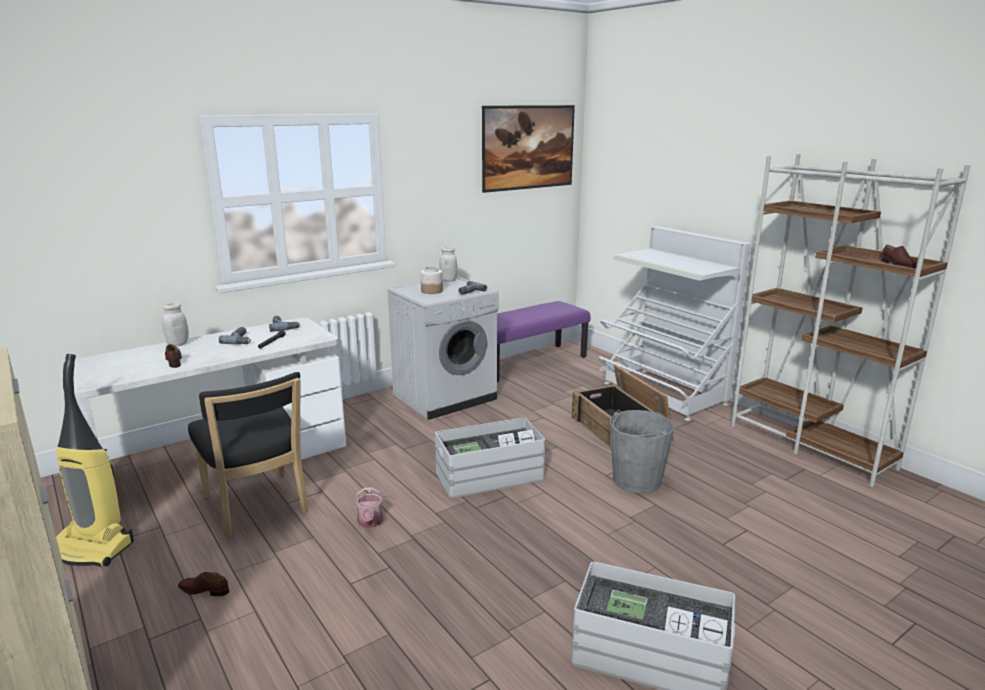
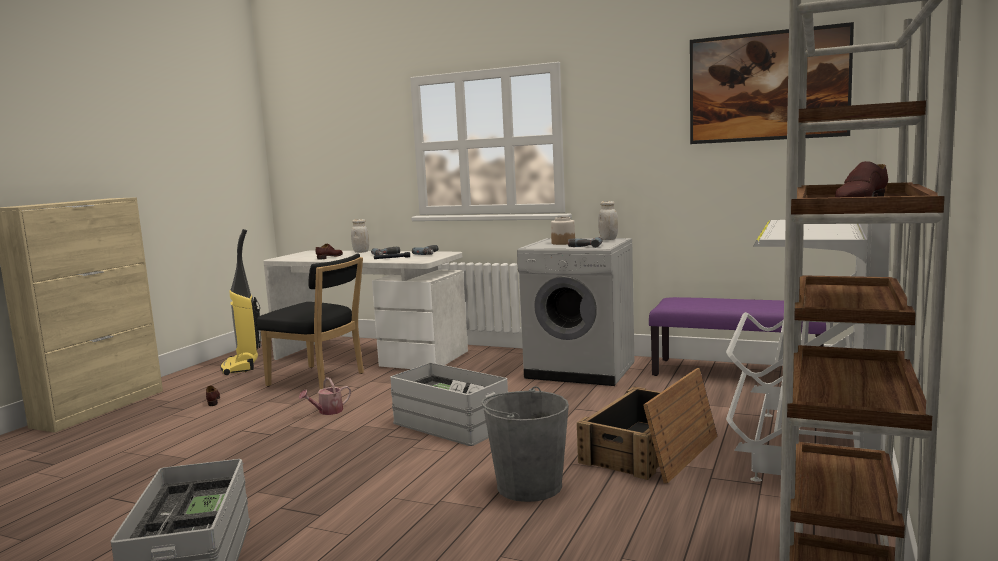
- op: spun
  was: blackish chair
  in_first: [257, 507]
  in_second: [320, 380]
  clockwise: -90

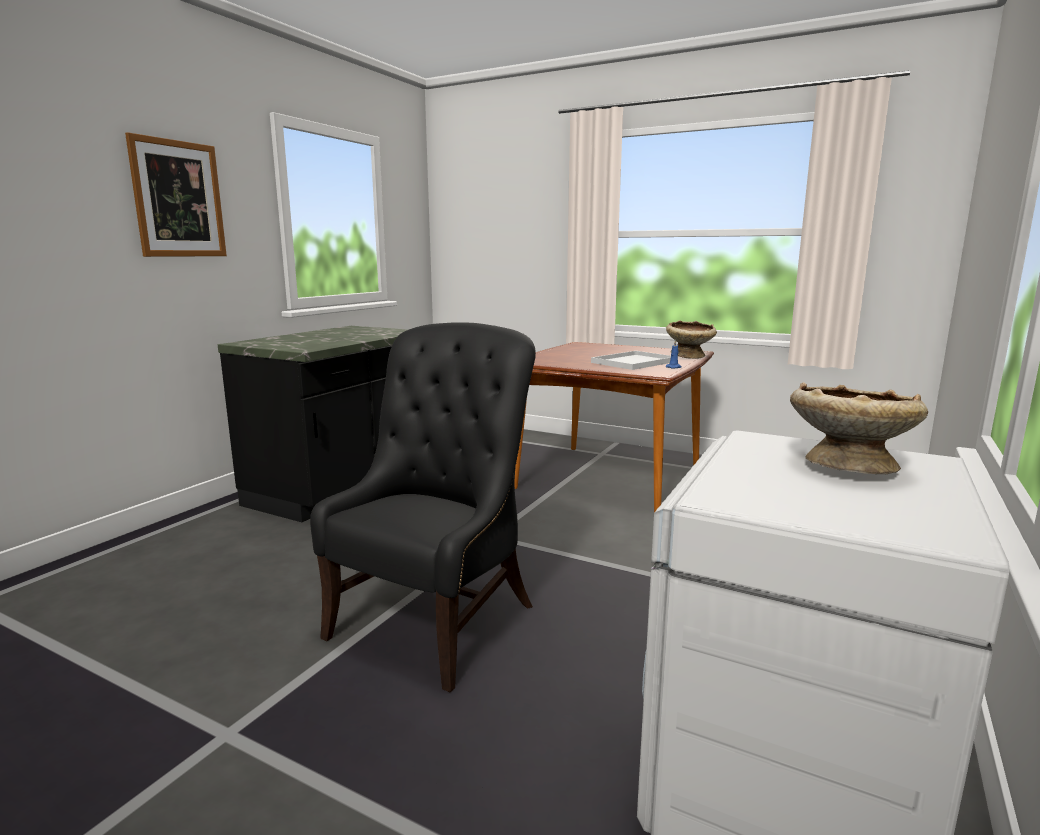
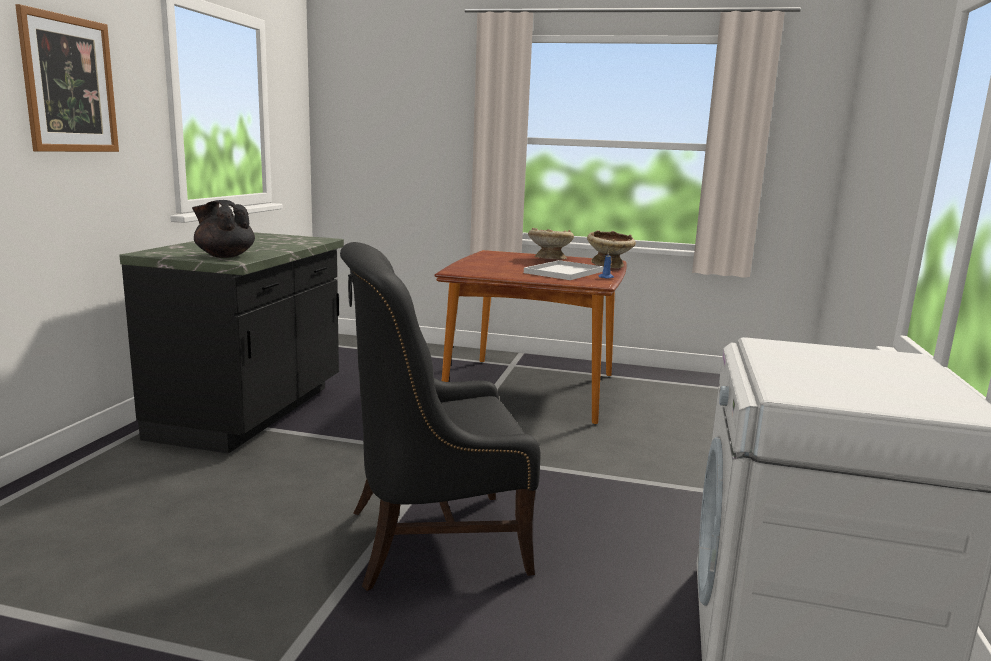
- op: spun
  was: blackish chair
  in_first: [436, 620]
  in_second: [433, 539]
  clockwise: -120
- op: relocated
  was: beige deep dish
  in_first: [846, 467]
  in_second: [549, 259]
- op: appeared
  now: blackish teapot
  in_second: [224, 256]

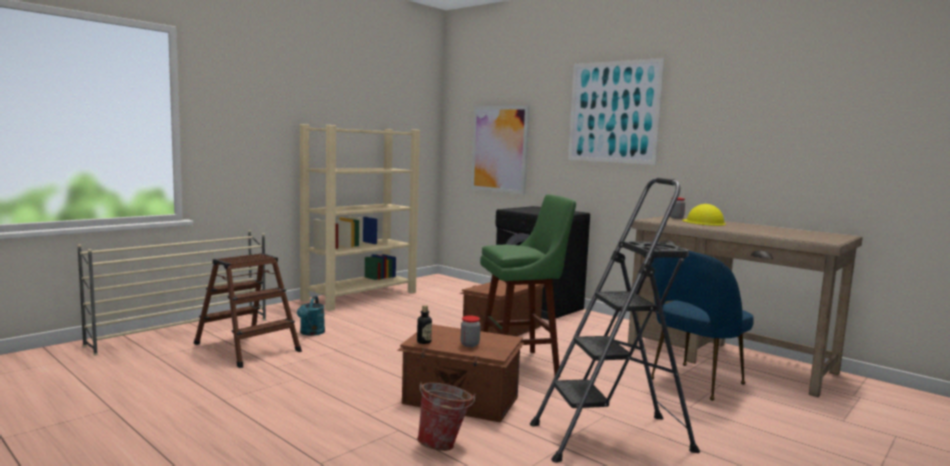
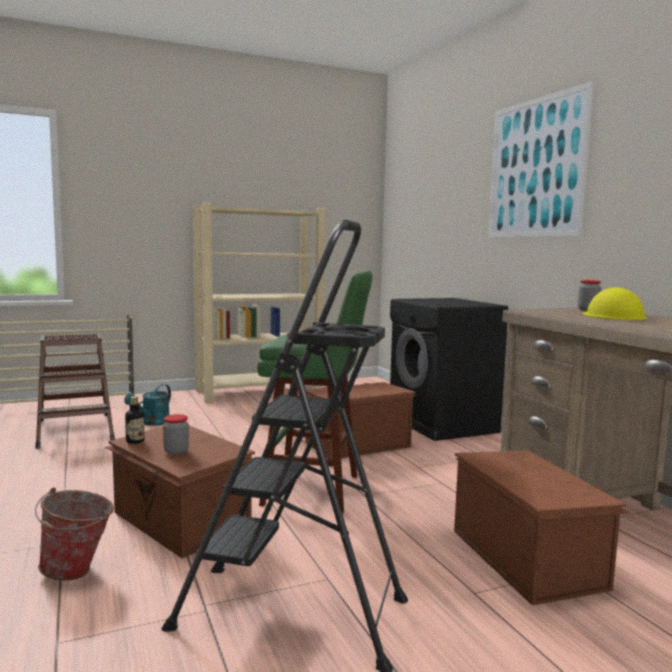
- op: missing
  was: picture
  in_first: [500, 149]
- op: exchanged
  was: blue chair
  now: brown storage container
  in_first: [692, 383]
  in_second: [527, 557]

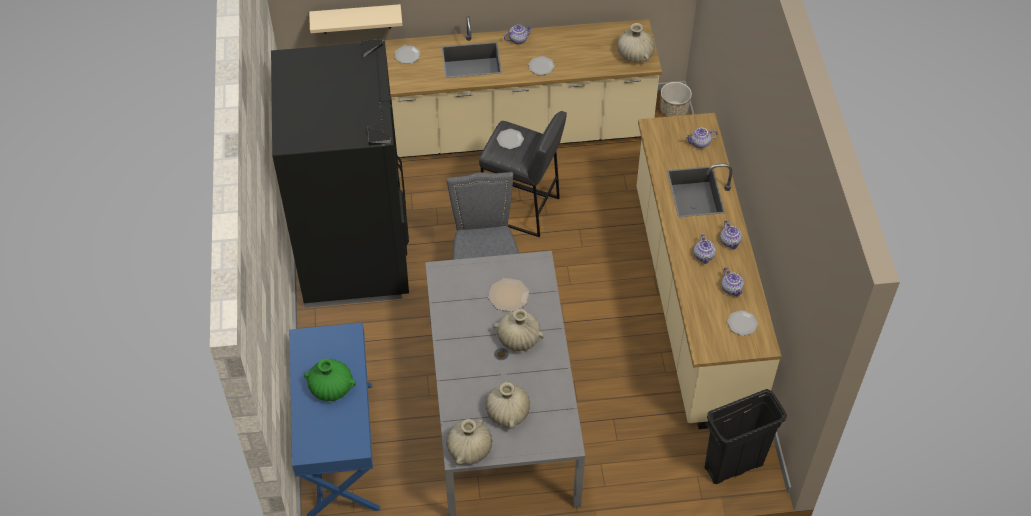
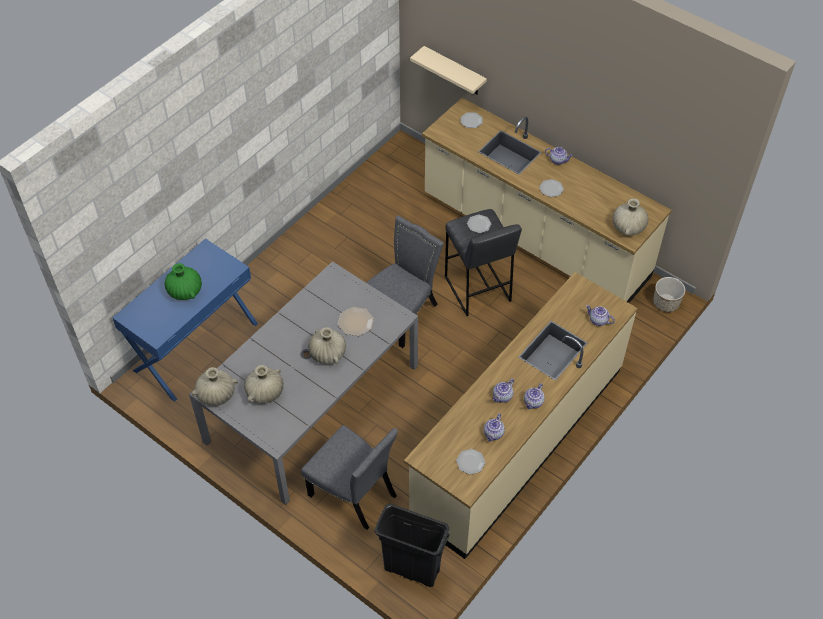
- op: missing
  was: blackish kitchen fridge
  in_first: [355, 251]
- op: appeared
  now: greyish chair
  in_second: [352, 492]

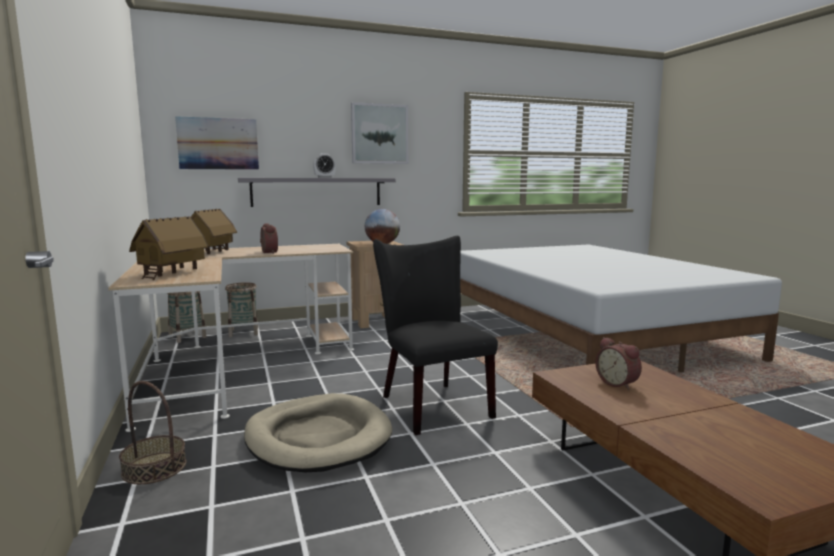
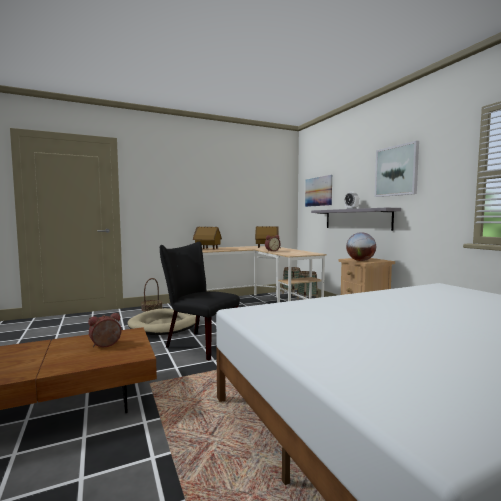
- op: spun
  was: blackish chair
  in_first: [431, 404]
  in_second: [198, 344]
  clockwise: -120

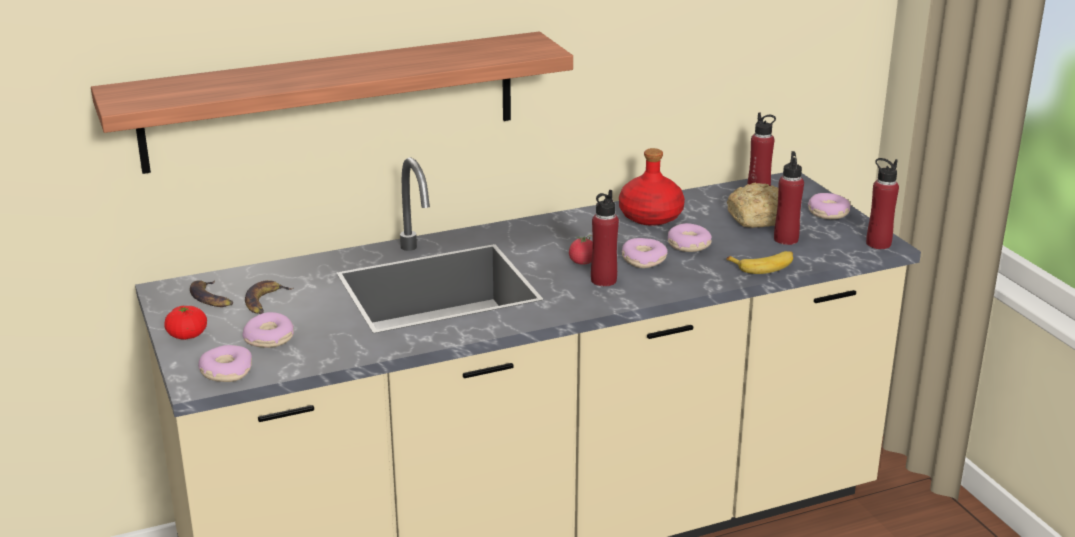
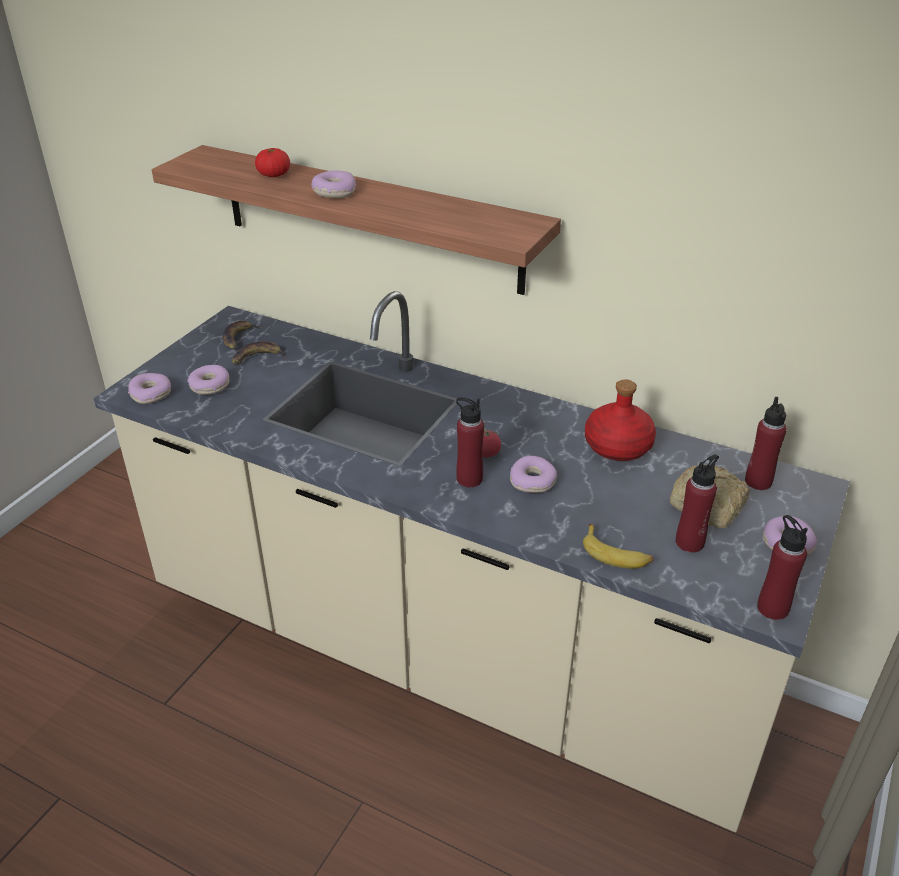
- op: relocated
  was: tomato
  in_first: [187, 335]
  in_second: [274, 175]
- op: relocated
  was: donut
  in_first: [688, 245]
  in_second: [334, 192]

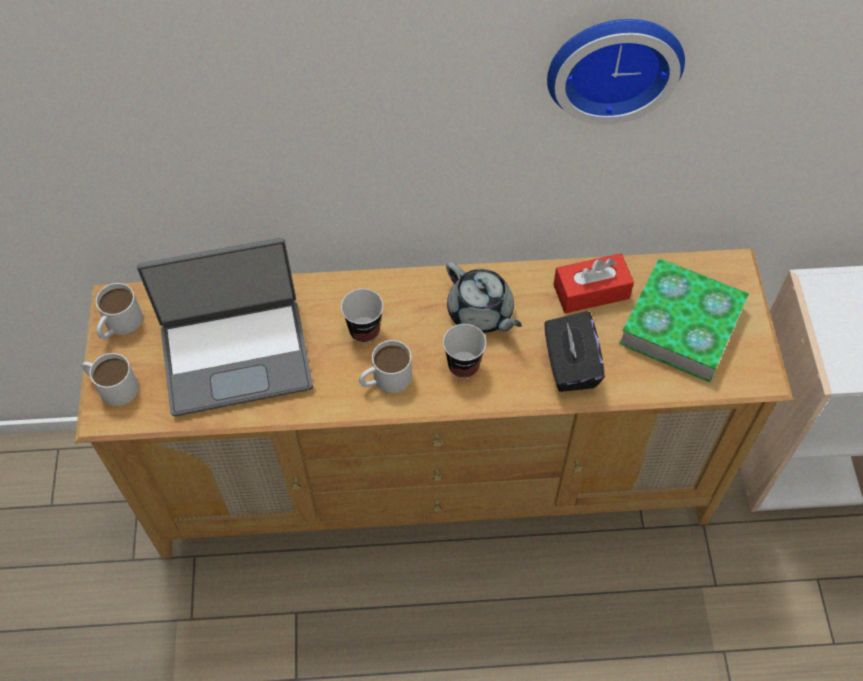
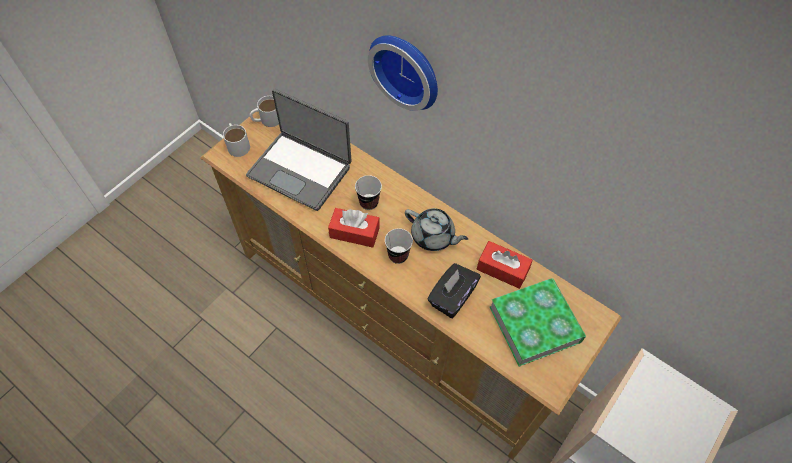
- op: exchanged
  was: whitish tea mug
  now: red tissue holder
  in_first: [385, 379]
  in_second: [354, 232]
- op: spun
  was: greyish teapot
  in_first: [481, 313]
  in_second: [433, 236]
  clockwise: -60
- op: relocated
  was: hanging clock
  in_first: [613, 63]
  in_second: [407, 69]

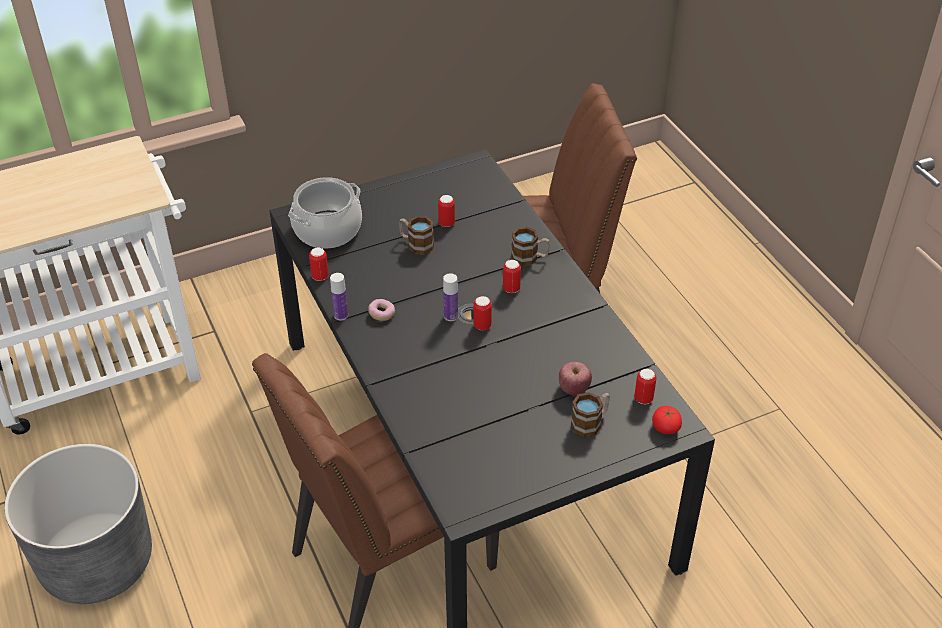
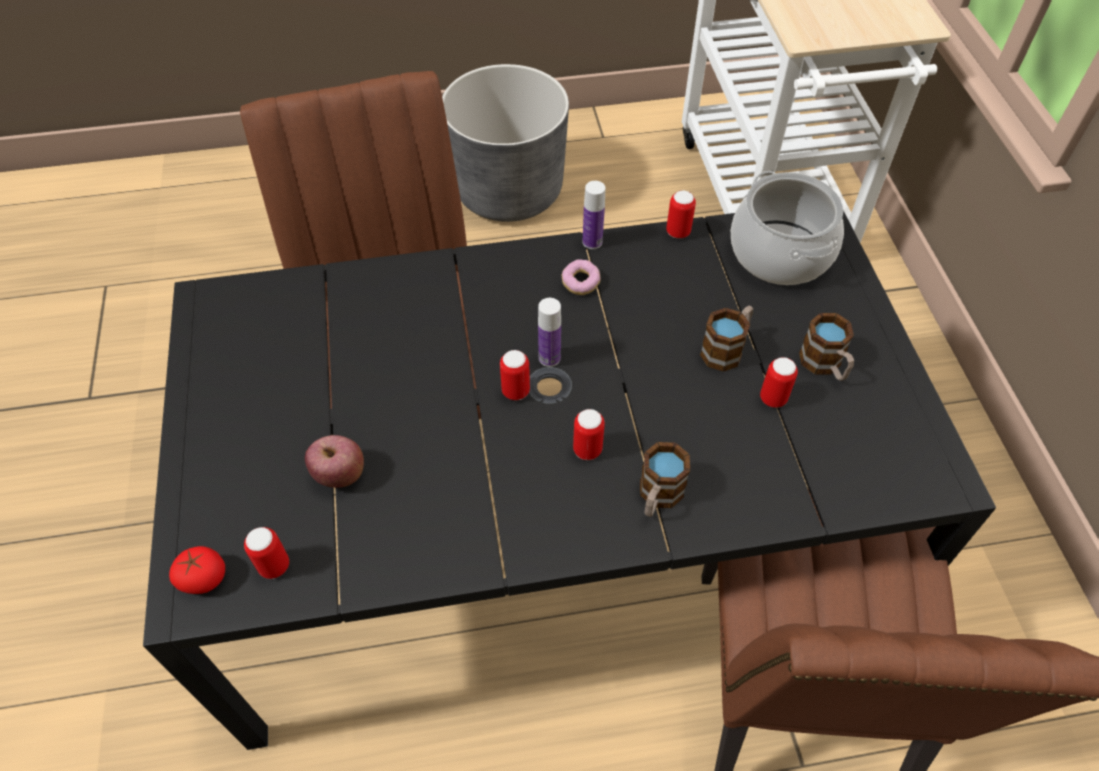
- op: relocated
  was: tea mug
  in_first: [590, 422]
  in_second: [825, 365]

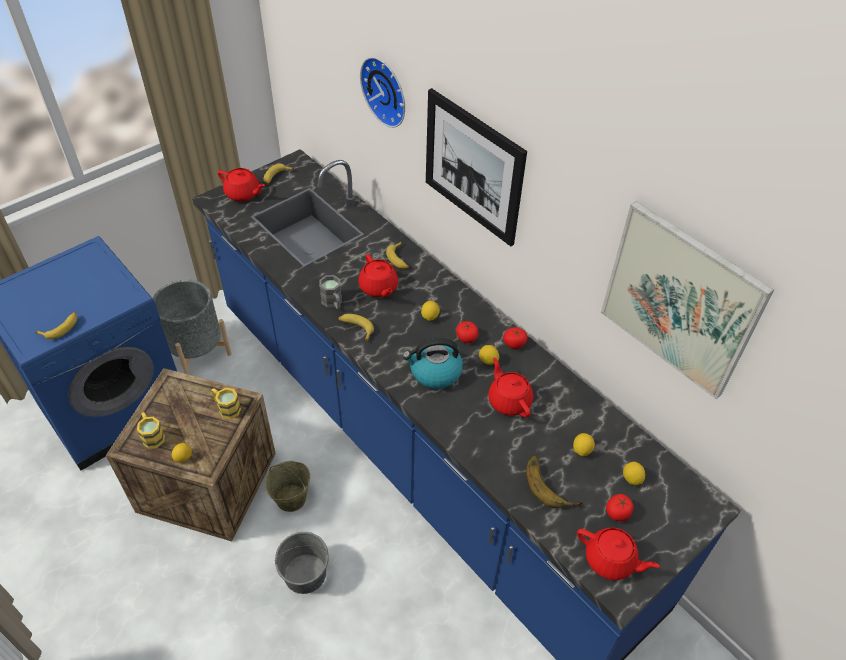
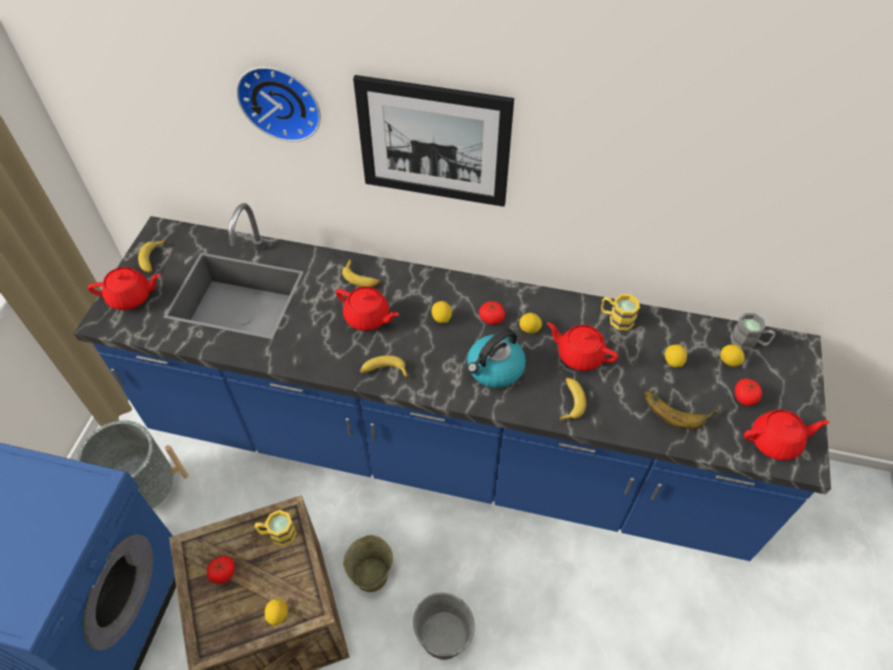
- op: relocated
  was: banana fruit
  in_first: [61, 328]
  in_second: [570, 401]
- op: relocated
  was: yellow tea mug
  in_first: [152, 435]
  in_second: [616, 319]
- op: relocated
  was: greyish tea mug
  in_first: [333, 303]
  in_second: [748, 342]
- op: relocated
  was: tomato
  in_first: [514, 343]
  in_second: [223, 573]
- op: missing
  was: picture
  in_first: [679, 300]

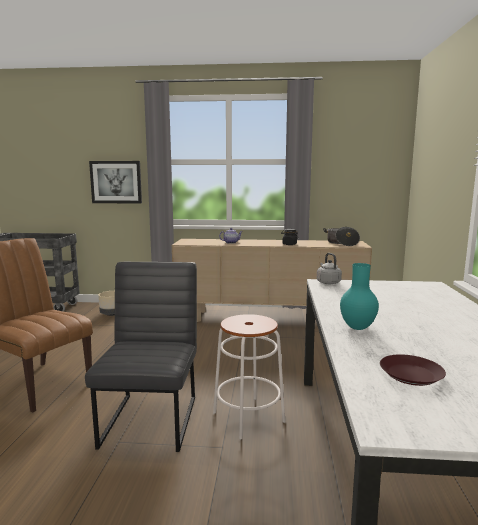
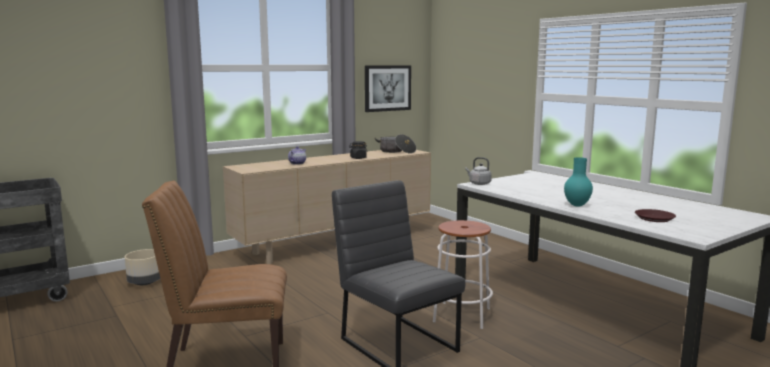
- op: relocated
  was: picture
  in_first: [116, 182]
  in_second: [387, 88]

